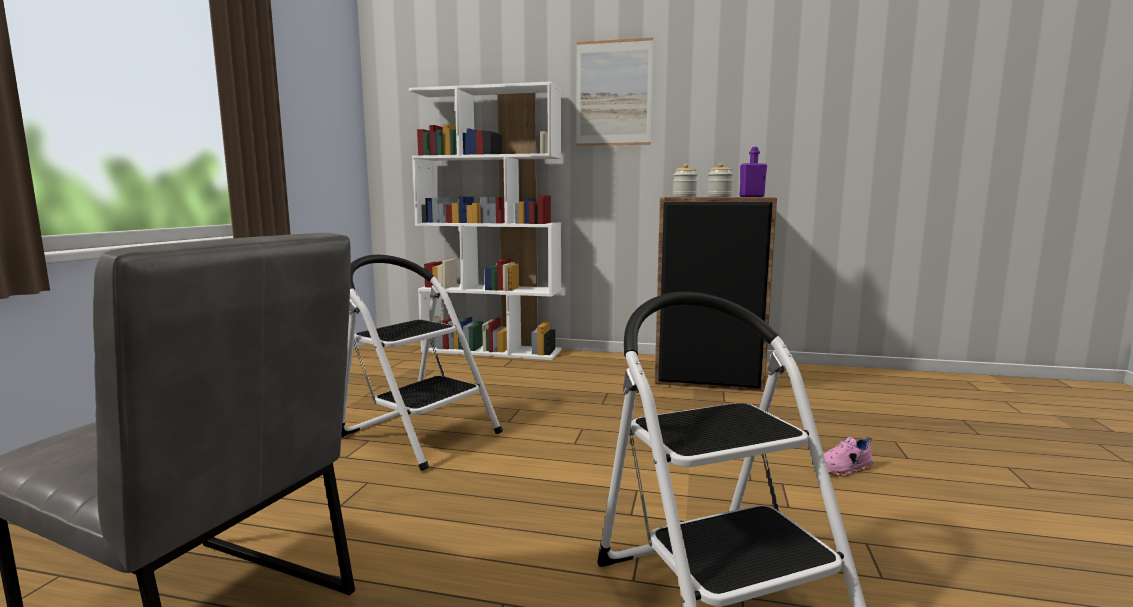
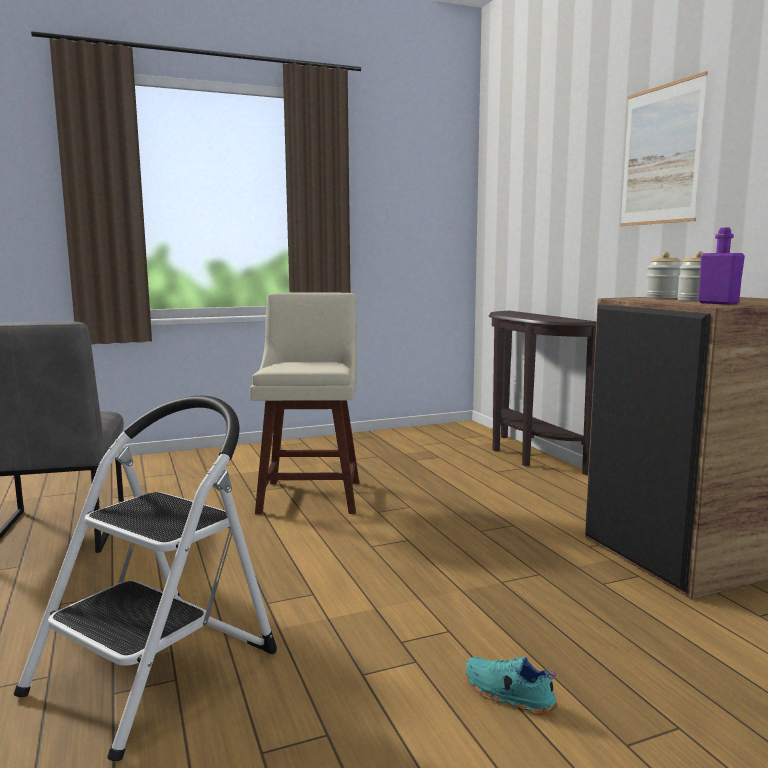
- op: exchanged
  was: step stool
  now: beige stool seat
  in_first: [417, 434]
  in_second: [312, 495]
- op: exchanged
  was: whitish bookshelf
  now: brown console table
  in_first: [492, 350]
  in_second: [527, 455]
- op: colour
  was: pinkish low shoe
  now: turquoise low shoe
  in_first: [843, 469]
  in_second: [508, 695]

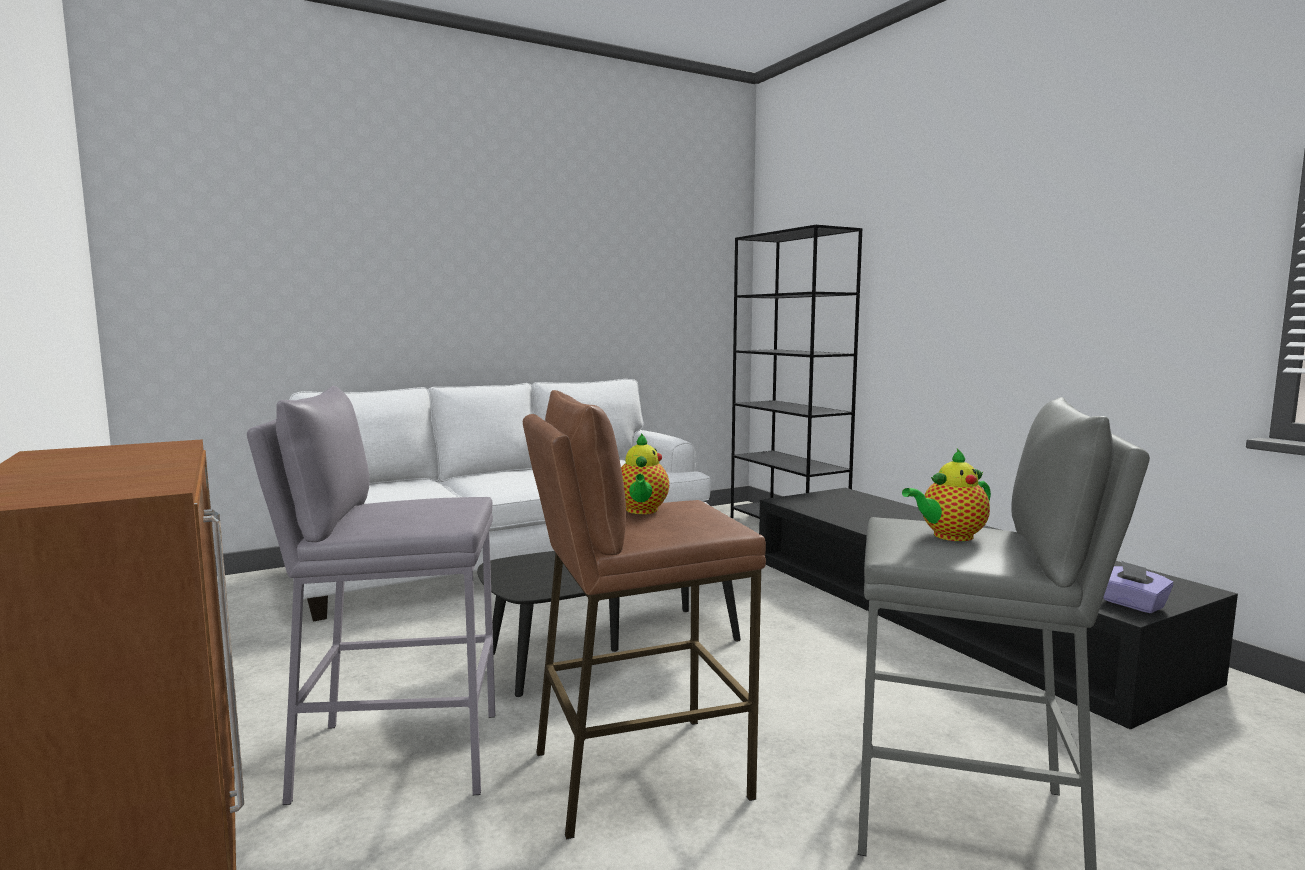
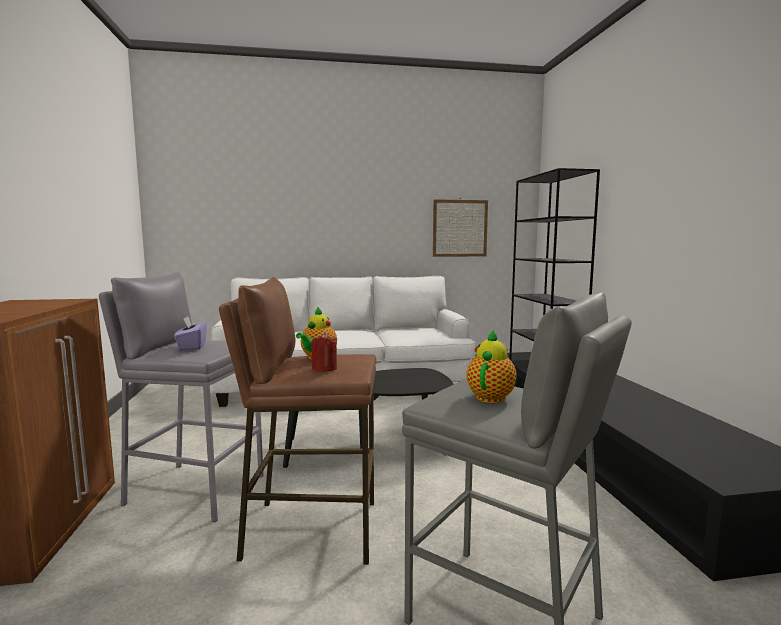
- op: spun
  was: teapot
  in_first: [949, 536]
  in_second: [491, 396]
  clockwise: 120
- op: relocated
  was: purplish tissue holder
  in_first: [1132, 604]
  in_second: [191, 347]
- op: appeared
  now: red wax candle
  in_second: [324, 368]
- op: appeared
  now: picture
  in_second: [460, 227]

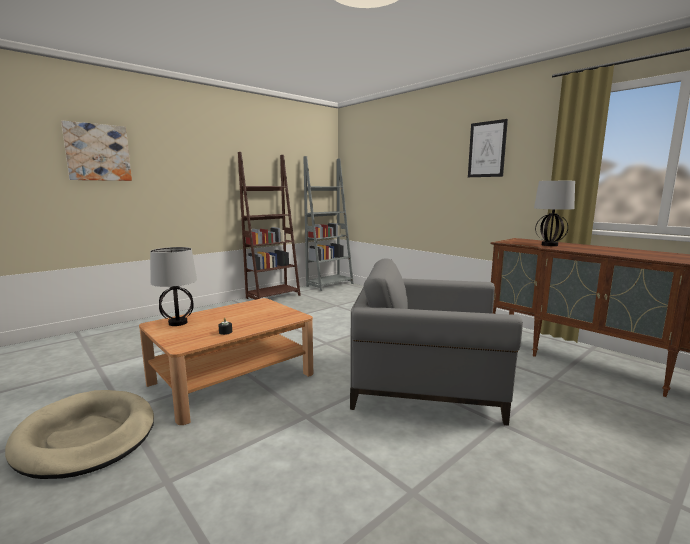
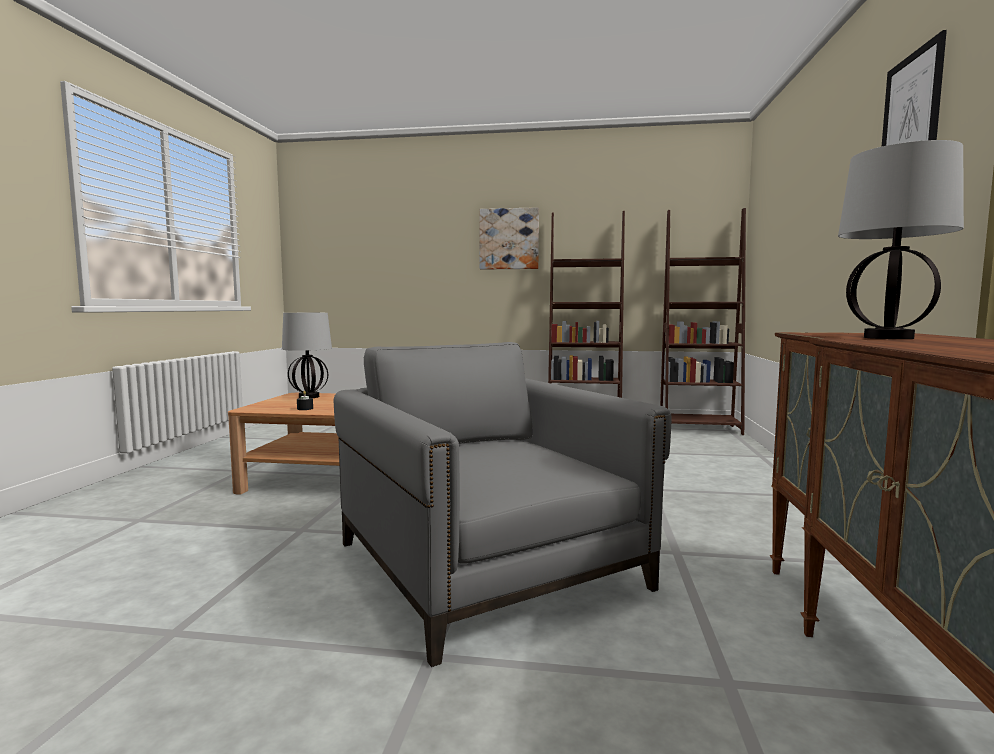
- op: missing
  was: beige pet bed
  in_first: [86, 437]
- op: relocated
  was: picture
  in_first: [98, 152]
  in_second: [509, 239]
- op: colour
  was: greyish bookshelf
  now: brown bookshelf
  in_first: [330, 285]
  in_second: [699, 429]

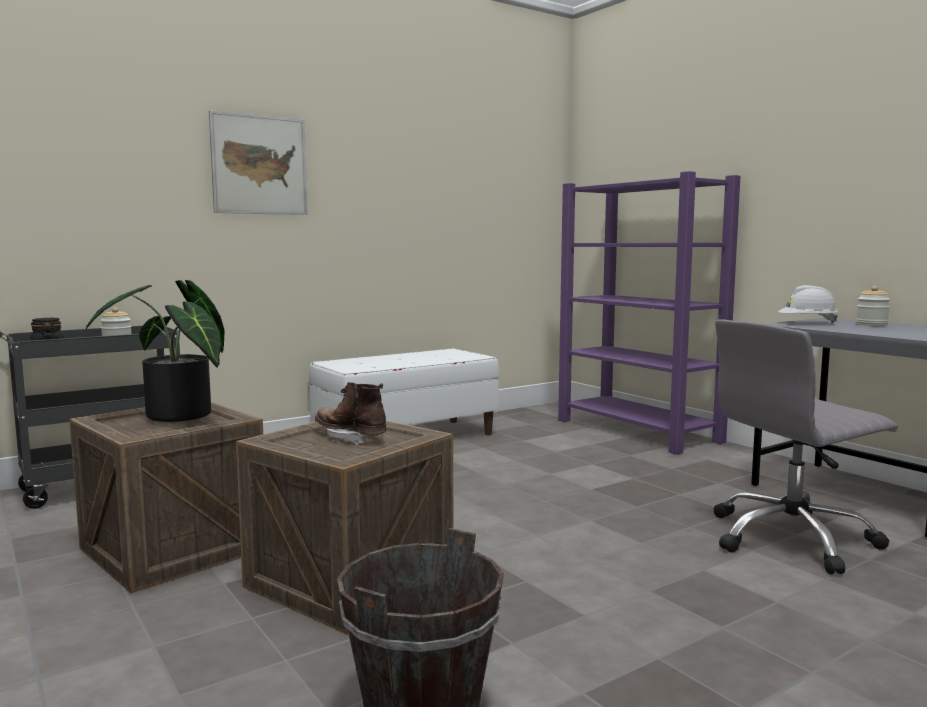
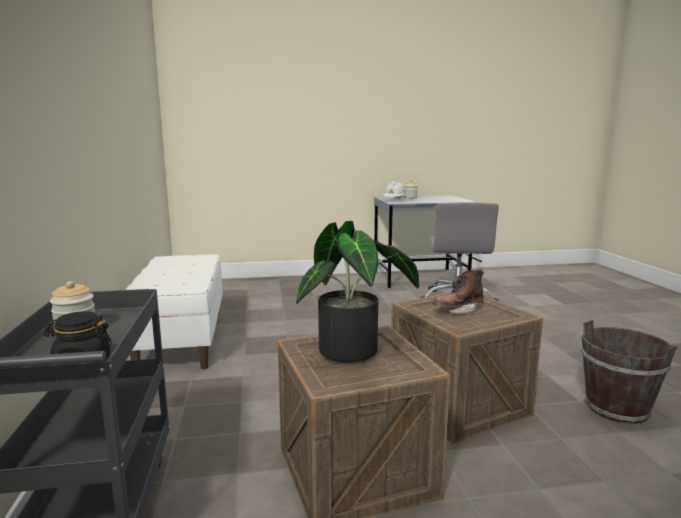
- op: missing
  was: picture
  in_first: [259, 165]
- op: missing
  was: purplish bookshelf
  in_first: [637, 431]

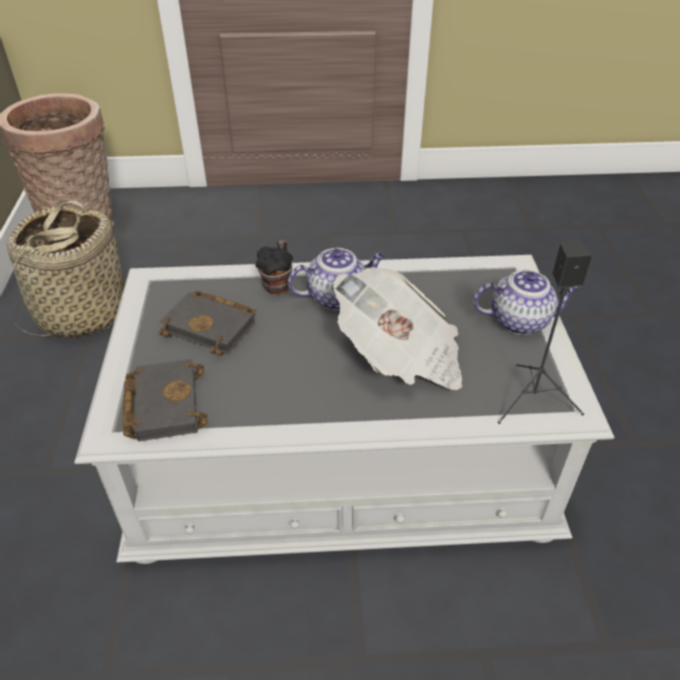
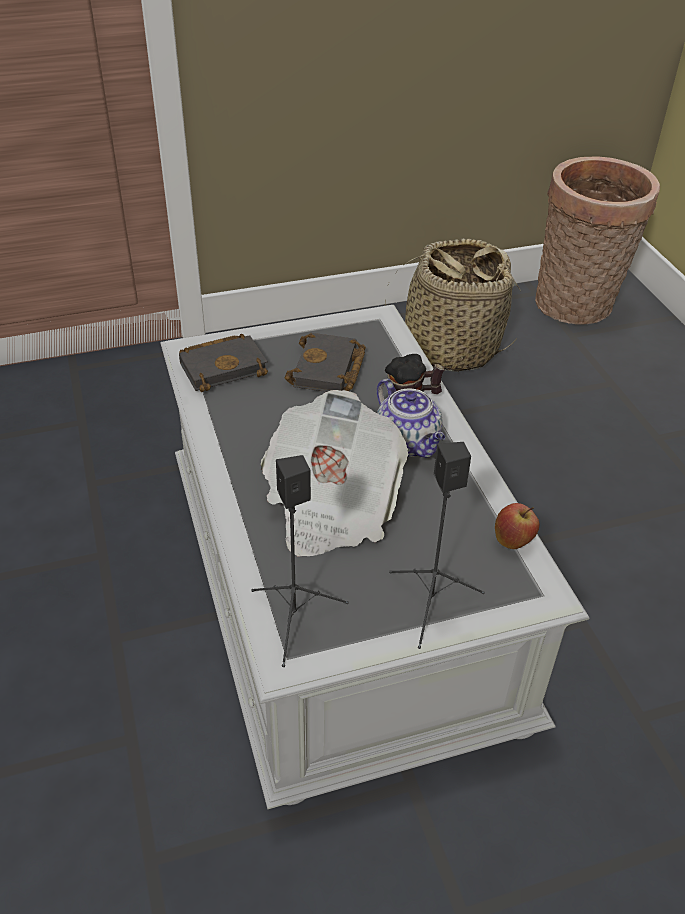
- op: exchanged
  was: teapot
  now: blackish loudspeaker
  in_first: [520, 320]
  in_second: [431, 604]
- op: appeared
  now: apple
  in_second: [513, 541]

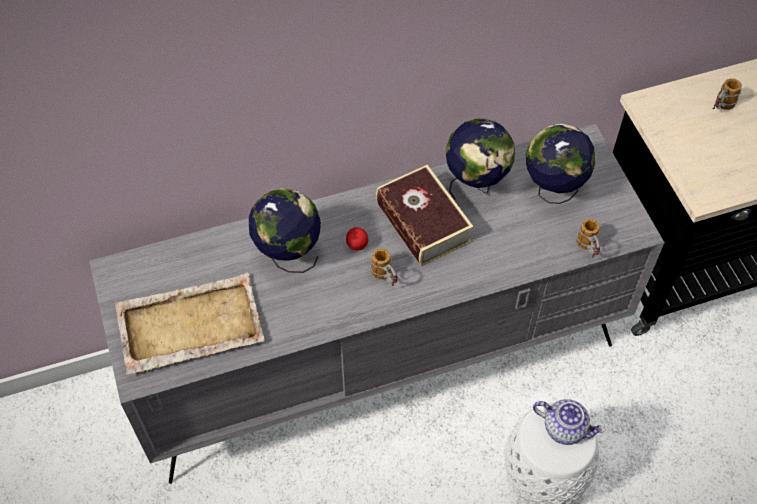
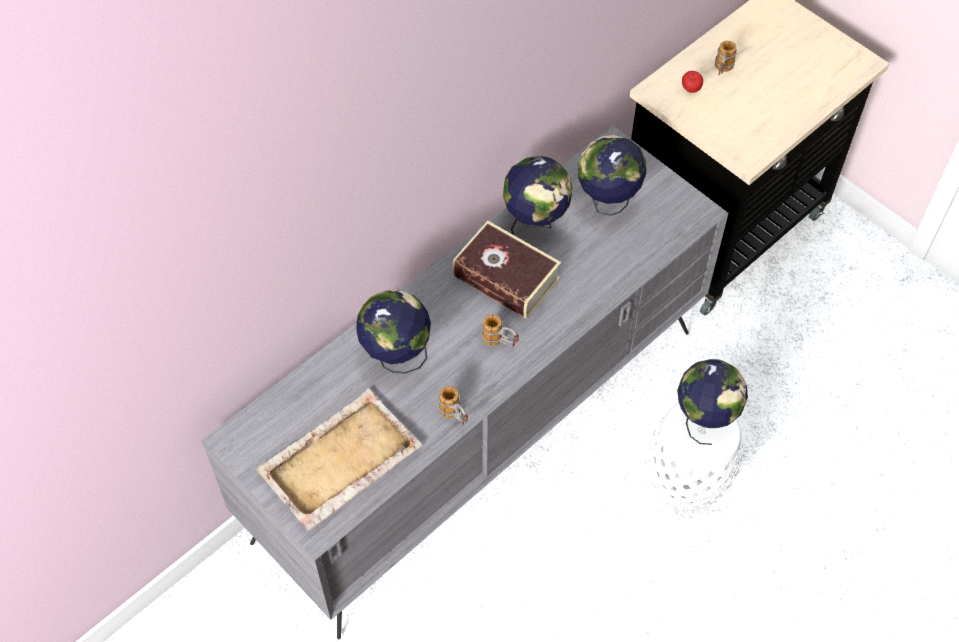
- op: relocated
  was: apple
  in_first: [357, 246]
  in_second: [690, 90]
- op: exchanged
  was: teapot
  now: world globe
  in_first: [565, 428]
  in_second: [704, 419]
- op: relocated
  was: tea mug
  in_first: [588, 249]
  in_second: [455, 416]

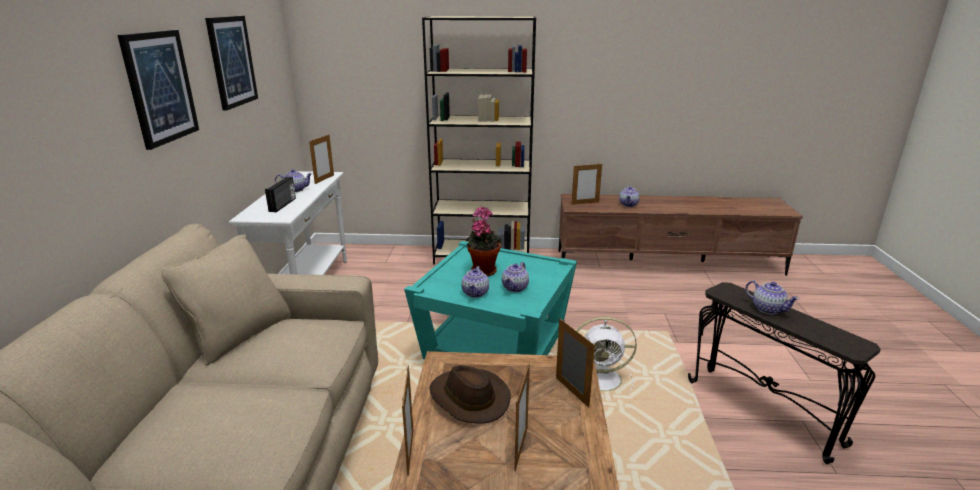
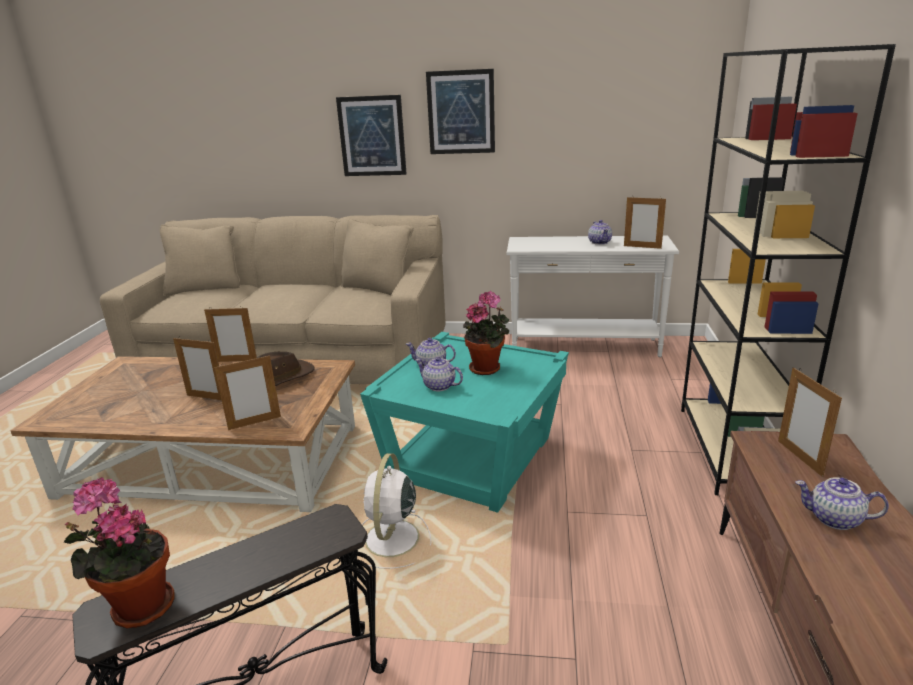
- op: relocated
  was: picture
  in_first: [232, 61]
  in_second: [372, 136]
- op: missing
  was: radio
  in_first: [283, 205]
- op: missing
  was: teapot
  in_first: [767, 309]
- op: appeared
  now: potted plant
  in_second: [138, 606]

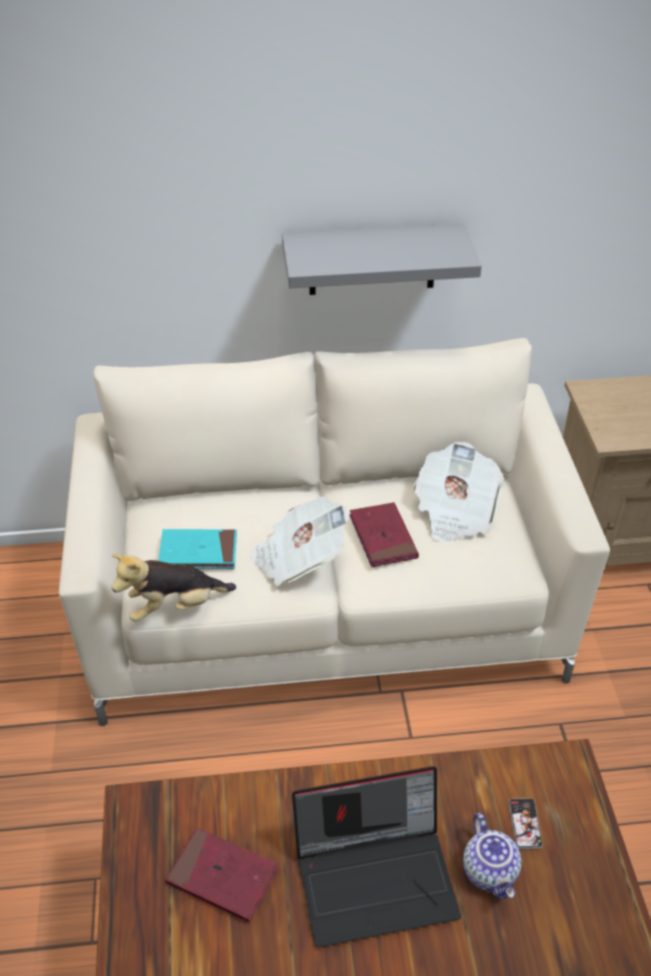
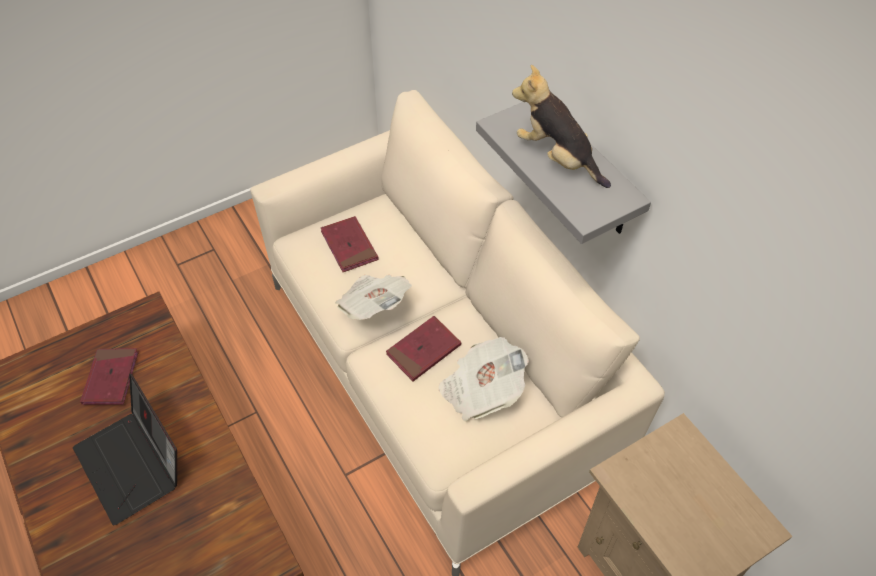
- op: relocated
  was: soft toy
  in_first: [174, 607]
  in_second: [557, 158]
- op: colour
  was: turquoise bound book
  now: red bound book
  in_first: [198, 552]
  in_second: [349, 246]
- op: missing
  was: teapot
  in_first: [491, 872]
- op: missing
  was: handset
  in_first: [525, 824]

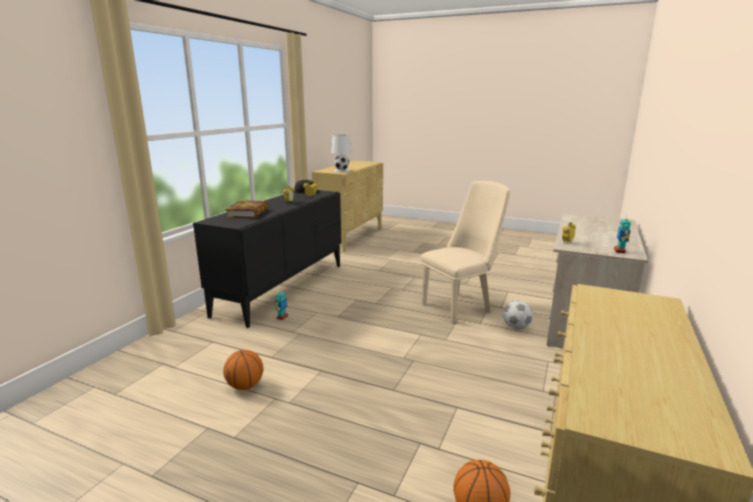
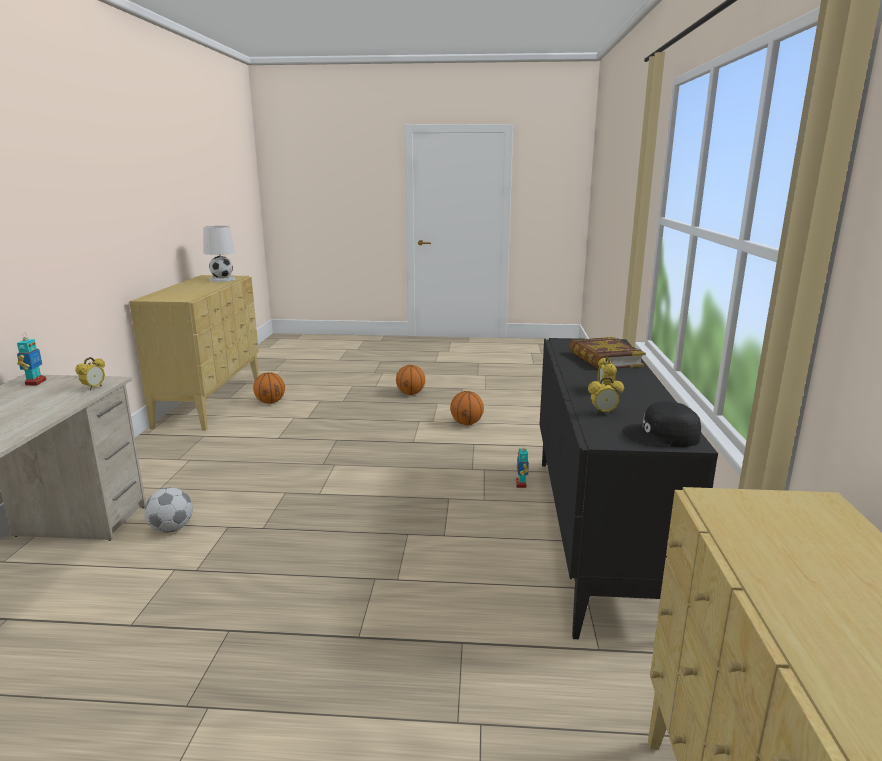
- op: relocated
  was: whitish tabletop lamp
  in_first: [342, 171]
  in_second: [222, 279]
- op: missing
  was: beige chair
  in_first: [460, 306]
- op: appeared
  now: basketball ball
  in_second: [410, 393]

